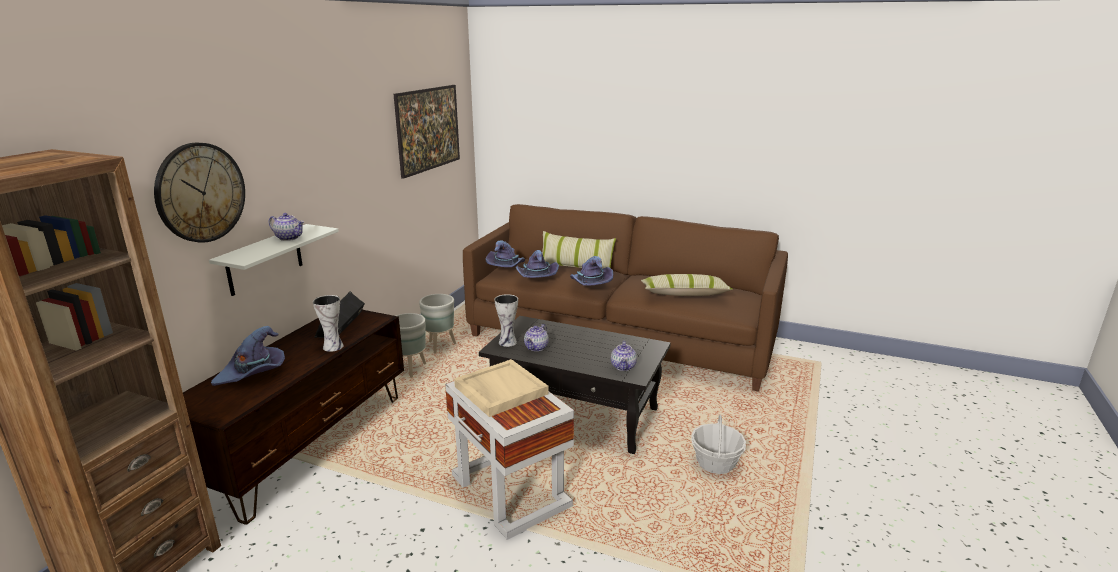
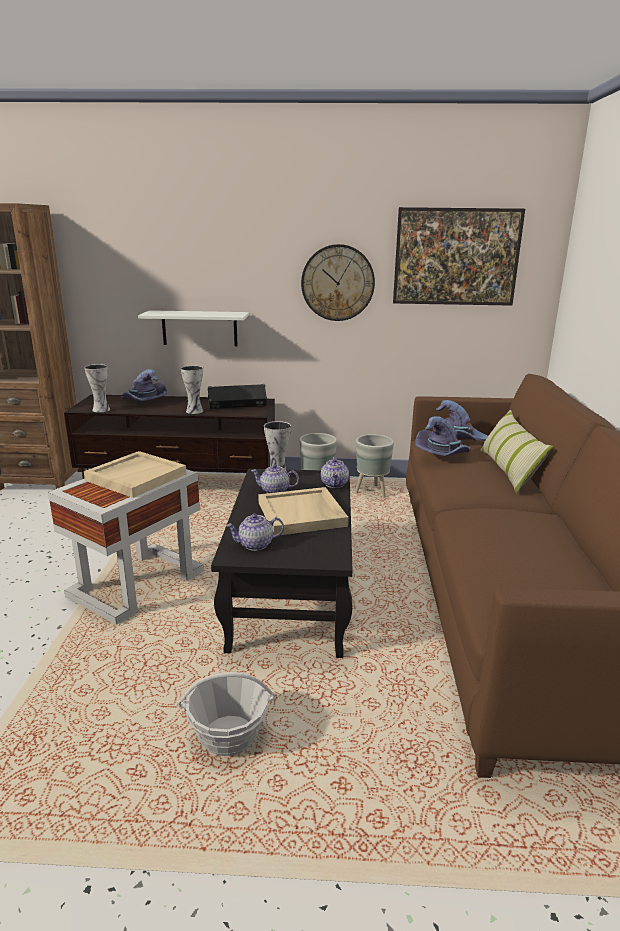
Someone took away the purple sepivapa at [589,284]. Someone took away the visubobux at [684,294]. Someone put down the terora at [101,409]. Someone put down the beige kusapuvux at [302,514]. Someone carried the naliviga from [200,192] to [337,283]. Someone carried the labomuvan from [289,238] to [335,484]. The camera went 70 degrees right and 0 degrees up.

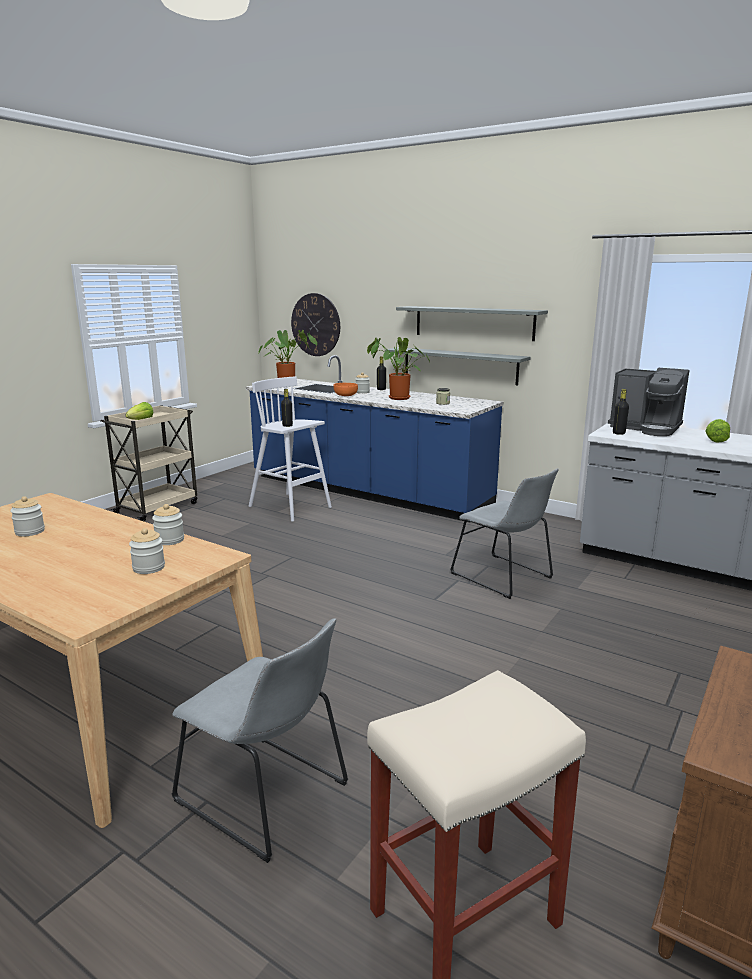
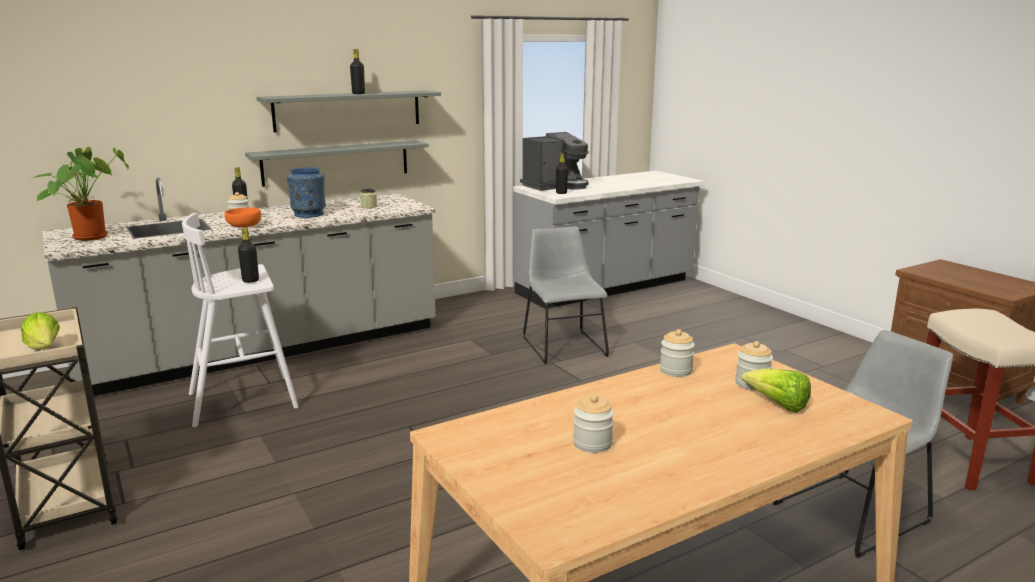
Someone took away the naliviga at [315,325]. Someone put down the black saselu at [358,93]. Someone carried the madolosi from [715,440] to [778,405]. Someone swapped the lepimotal at [396,398] for the blue terora at [308,214]. Someone repainted the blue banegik at [367,491], which became the grey banegik at [265,349]. Someone rotated the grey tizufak at [504,577] by 90 degrees counterclockwise. The camera went 65 degrees left and 0 degrees up.

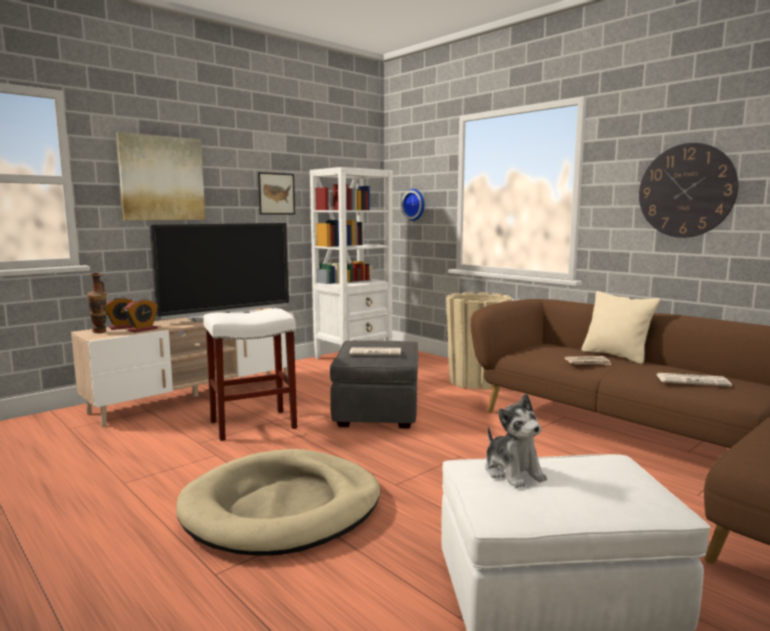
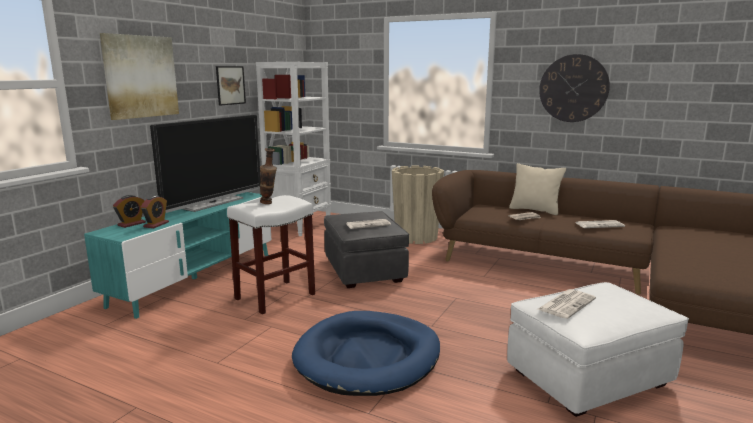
Someone took away the naliviga at [415,204]. Someone carried the terora from [100,333] to [269,203]. Someone swapped the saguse at [513,472] for the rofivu at [566,304]. Someone repainted the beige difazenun at [196,396], which became the turquoise difazenun at [195,278]. Someone repainted the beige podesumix at [282,507], which became the blue podesumix at [368,357]. The camera went 20 degrees left and 5 degrees up.

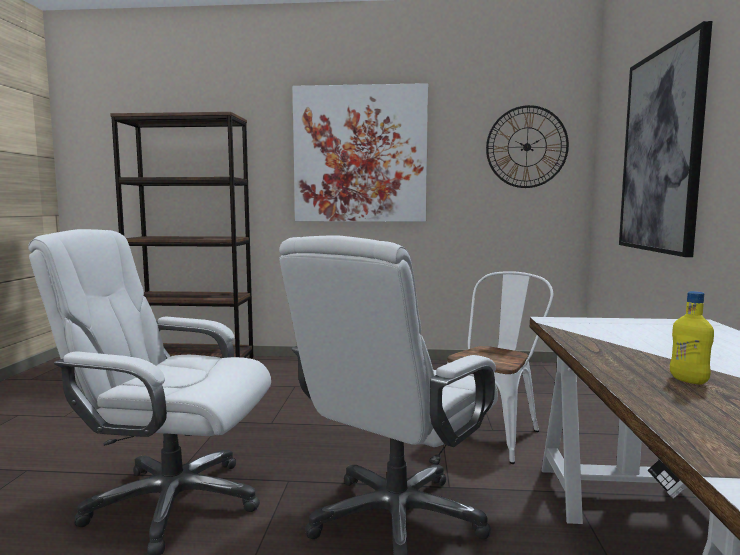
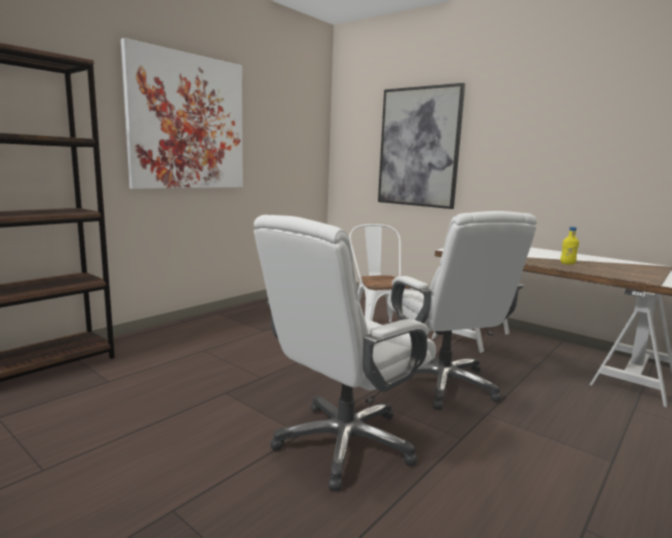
Someone took away the naliviga at [527,147]. The camera went 55 degrees left and 5 degrees up.

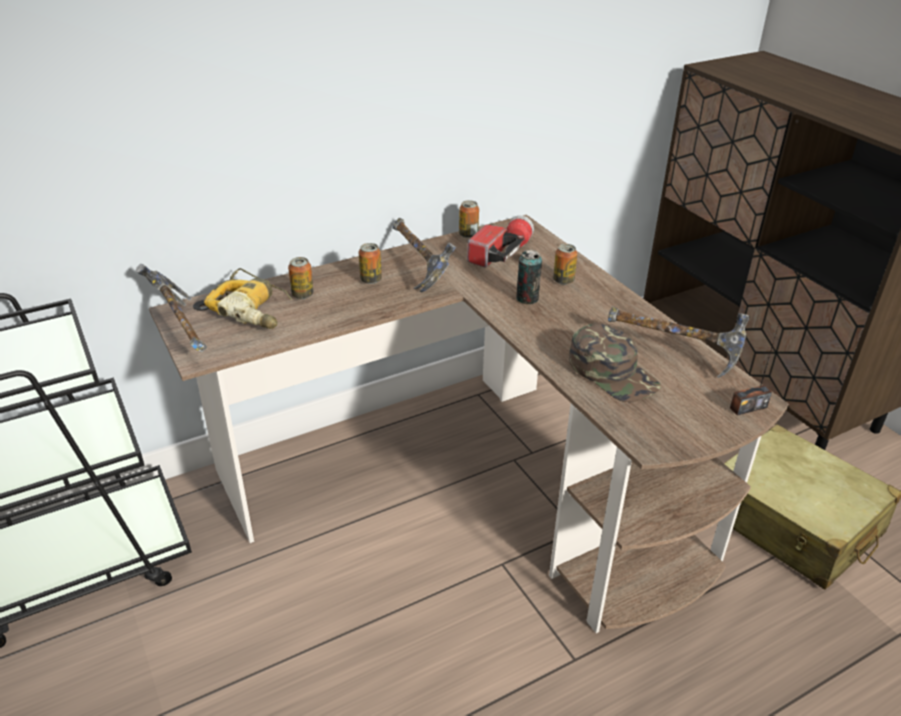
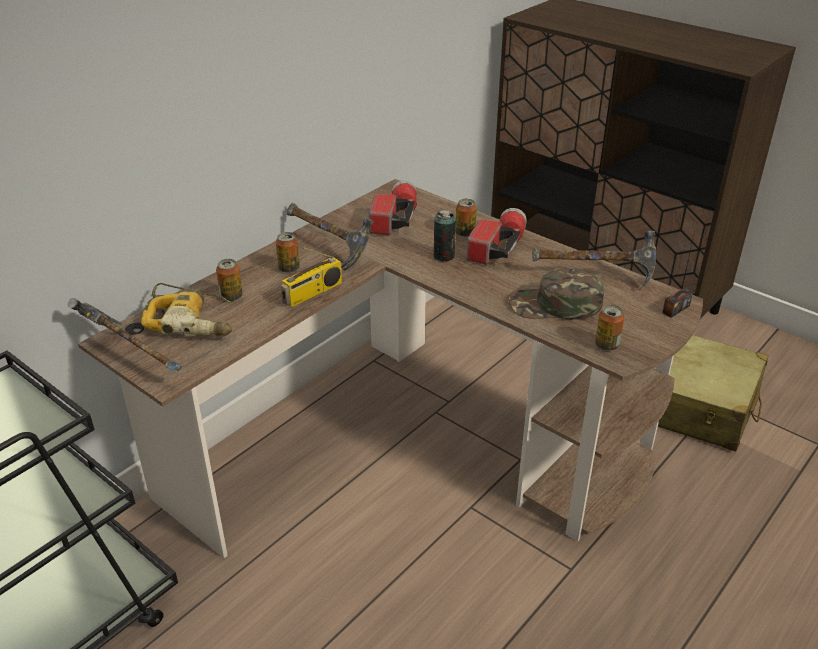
Someone put down the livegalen at [312,293]. Someone put down the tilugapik at [497,247]. Someone carried the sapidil from [468,235] to [606,345]. Someone rotated the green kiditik at [613,372] by 150 degrees clockwise. The camera went 20 degrees left and 0 degrees up.

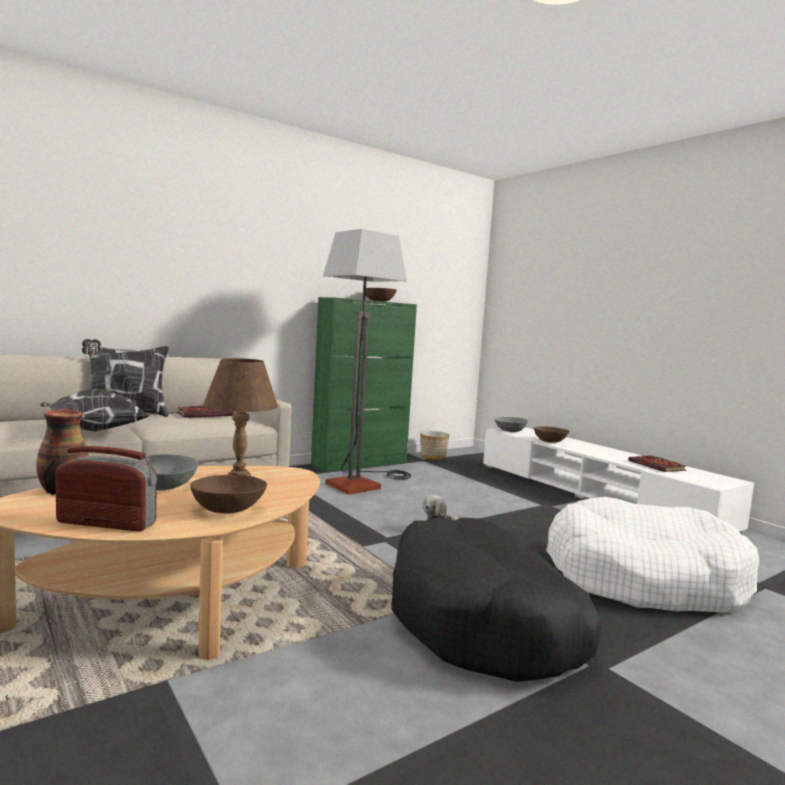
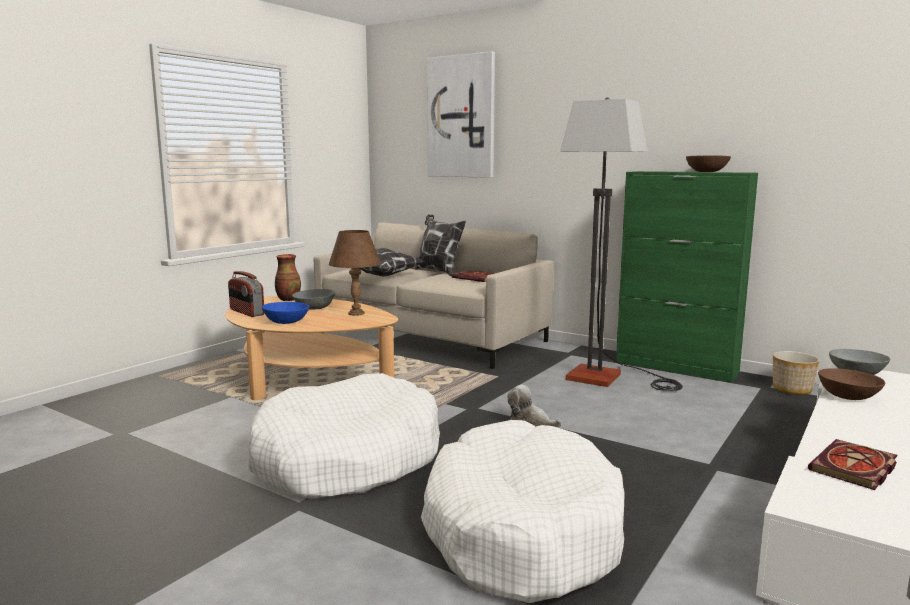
Someone put up the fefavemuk at [461,117]. Someone repainted the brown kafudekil at [229,509], which became the blue kafudekil at [286,322]. Someone repainted the black podesumix at [484,621], which became the white podesumix at [347,459]. Someone rotated the livegalen at [107,523] by 150 degrees clockwise. The camera went 70 degrees right and 5 degrees up.

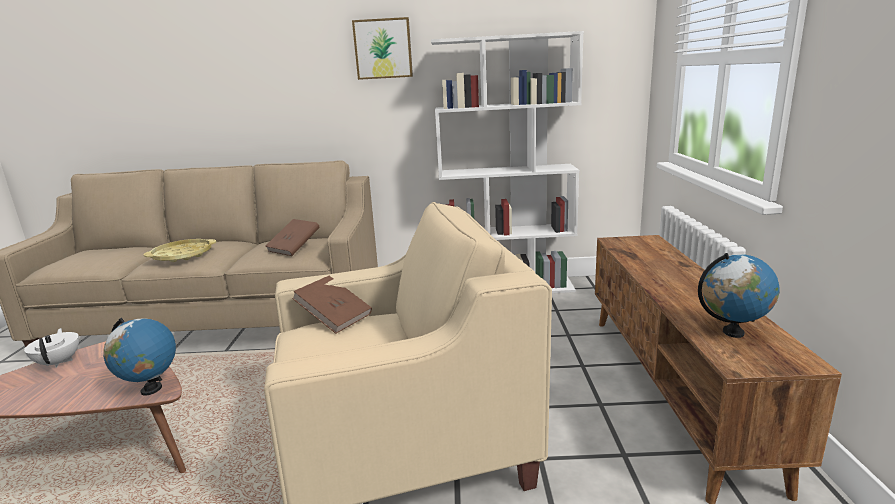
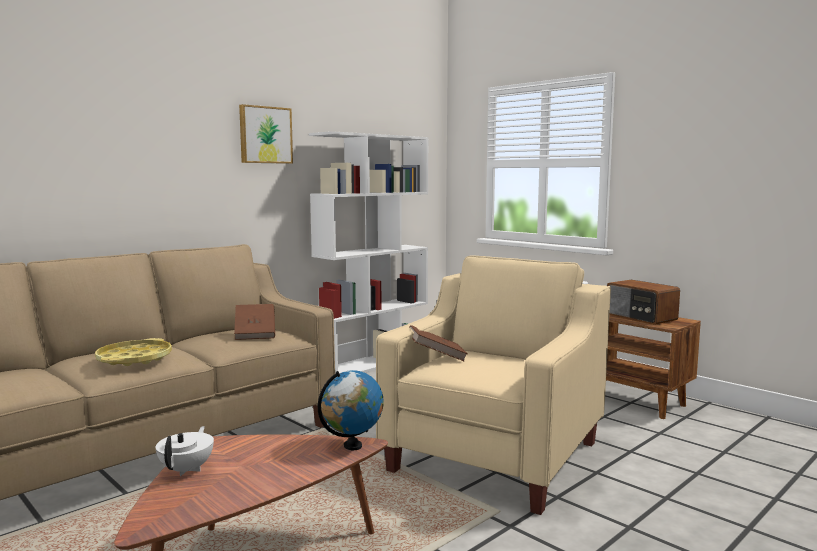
Someone swapped the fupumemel at [733,332] for the livegalen at [640,317]. Someone rotated the white labomuvan at [59,362] by 75 degrees clockwise. The camera went 45 degrees left and 10 degrees down.

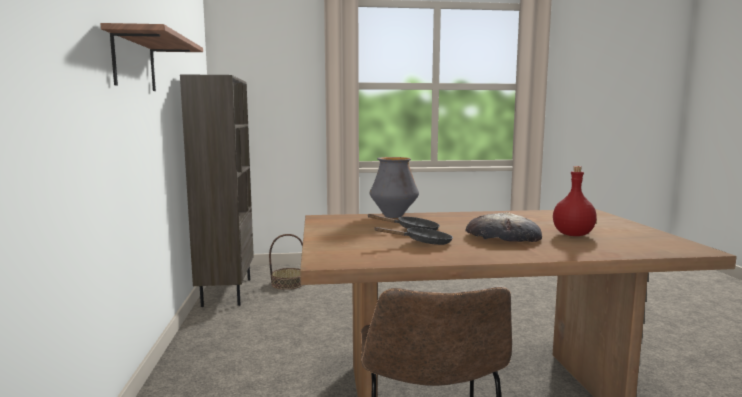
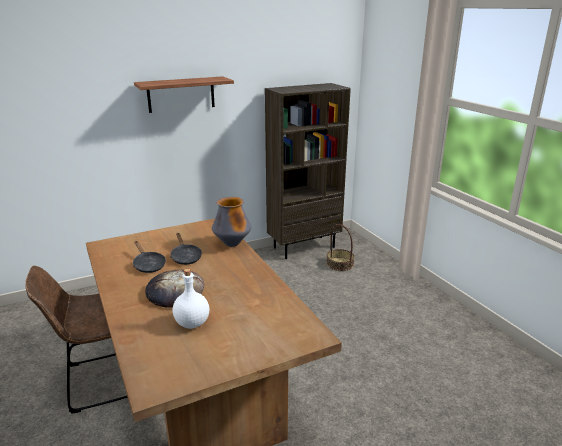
Someone repainted the red saselu at [572,235], which became the white saselu at [192,323]. The camera went 70 degrees right and 15 degrees up.

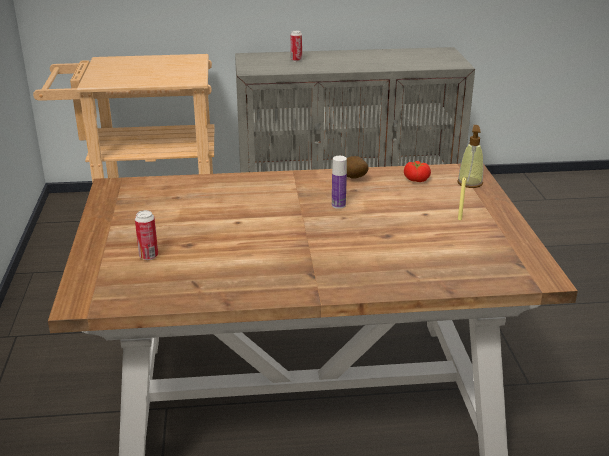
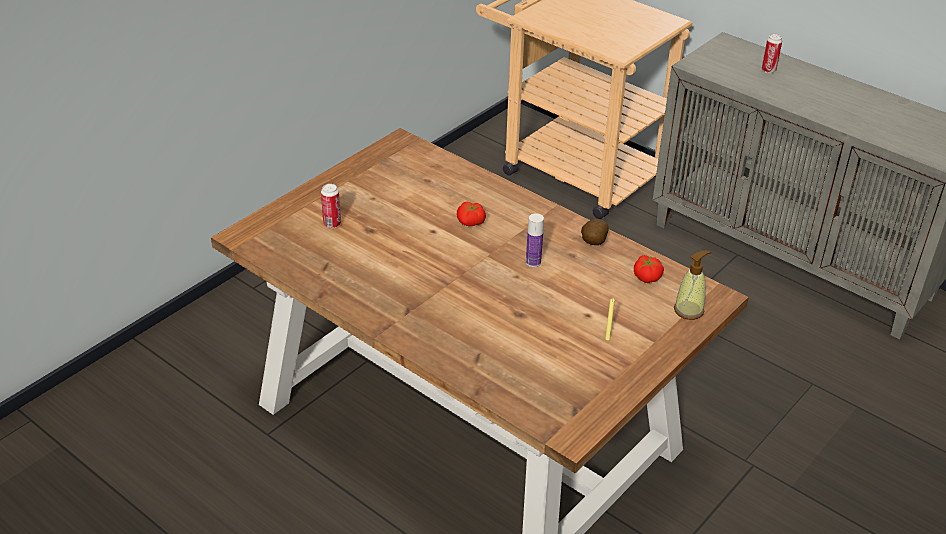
Someone put down the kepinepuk at [470,222]. The camera went 45 degrees right and 10 degrees up.

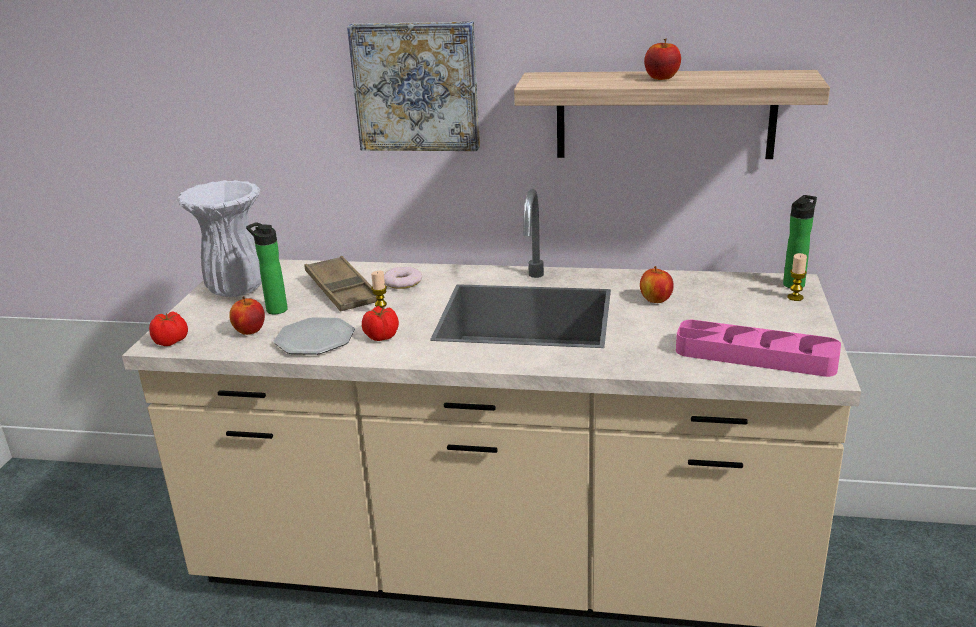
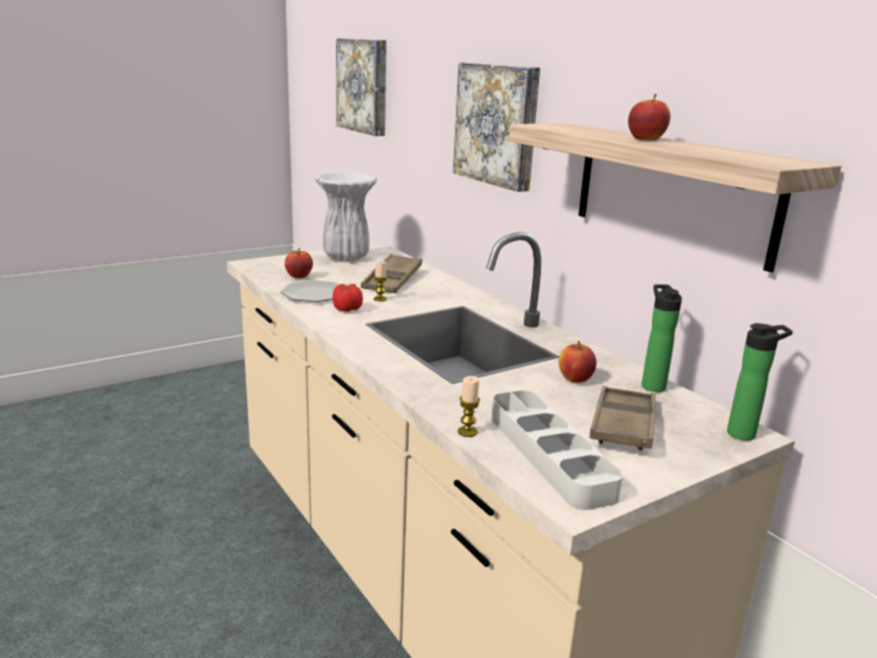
Someone took away the kepinepuk at [171,341]. Someone took away the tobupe at [402,282]. Someone put up the fefavemuk at [364,86]. Someone put down the brown kusapuvux at [623,425]. Someone carried the saselu from [274,309] to [652,385]. Someone carried the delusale from [795,297] to [467,432]. Someone repainted the pink kusapuvux at [755,356], which became the grey kusapuvux at [549,454]. The camera went 45 degrees right and 5 degrees down.

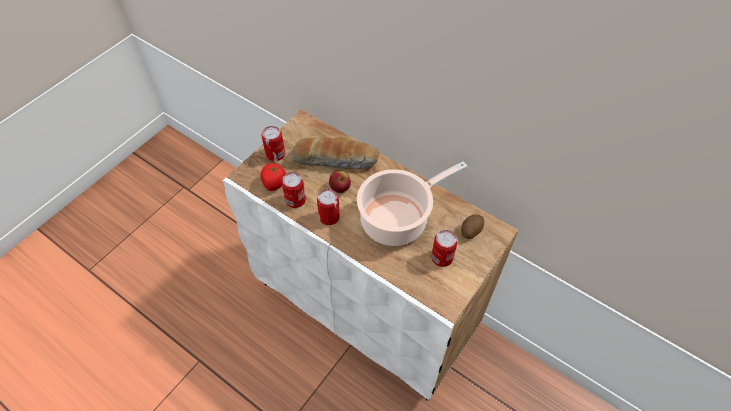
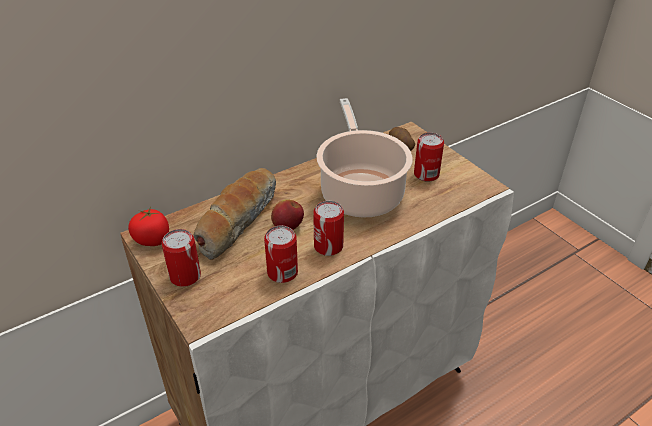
Someone carried the kepinepuk from [274,183] to [153,240]. The camera went 70 degrees left and 15 degrees down.

